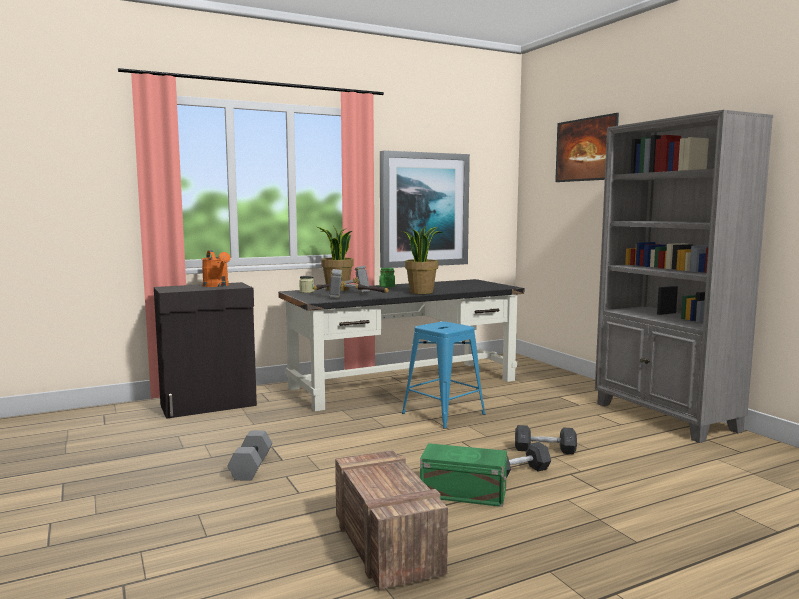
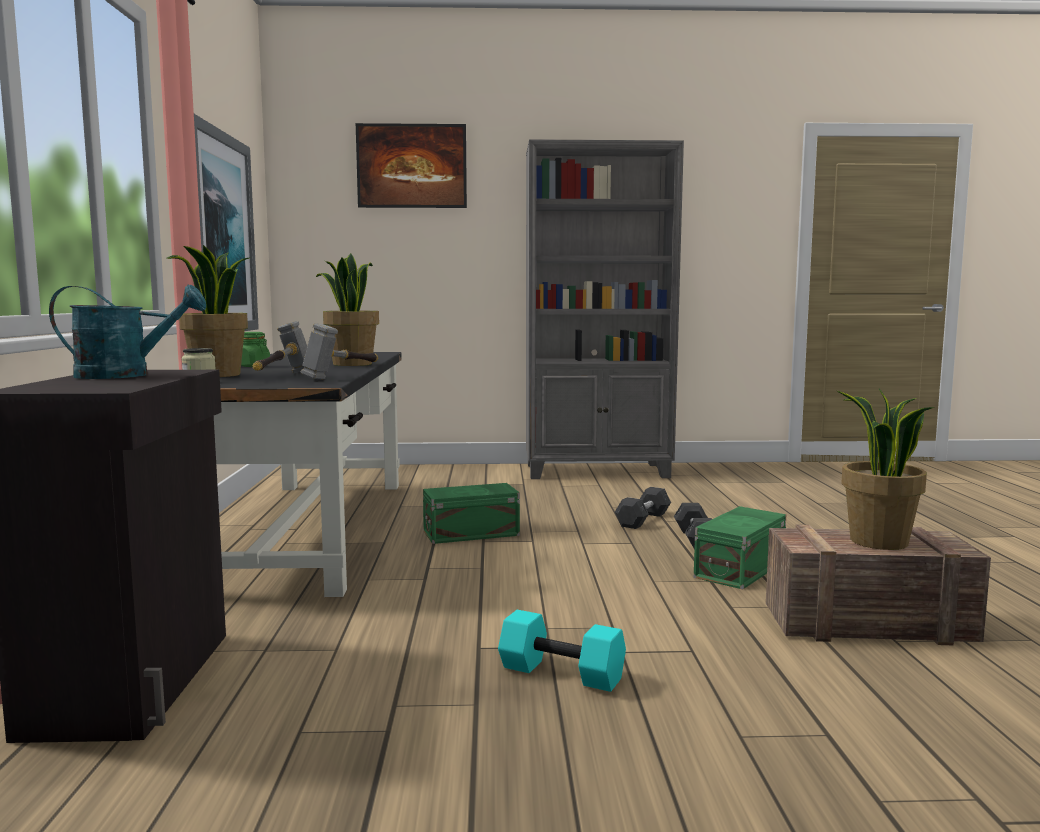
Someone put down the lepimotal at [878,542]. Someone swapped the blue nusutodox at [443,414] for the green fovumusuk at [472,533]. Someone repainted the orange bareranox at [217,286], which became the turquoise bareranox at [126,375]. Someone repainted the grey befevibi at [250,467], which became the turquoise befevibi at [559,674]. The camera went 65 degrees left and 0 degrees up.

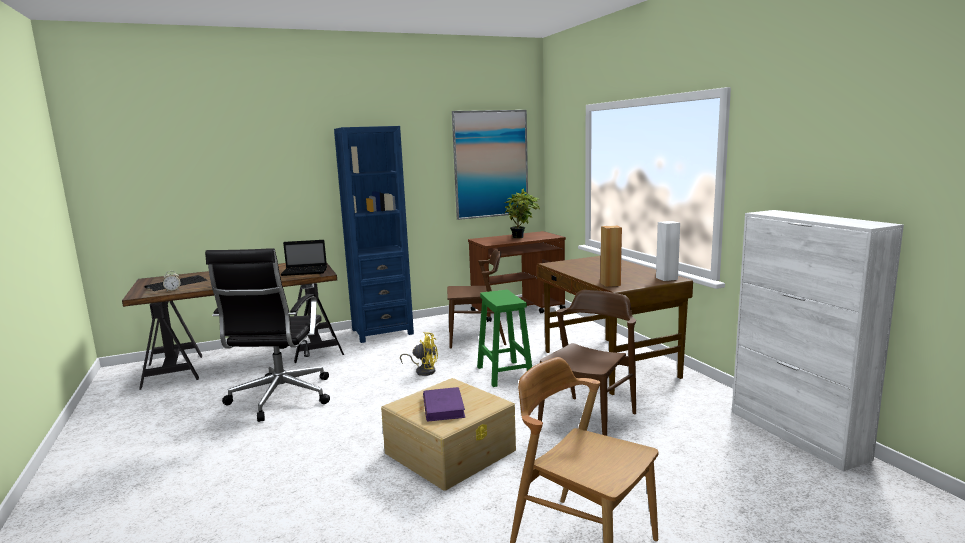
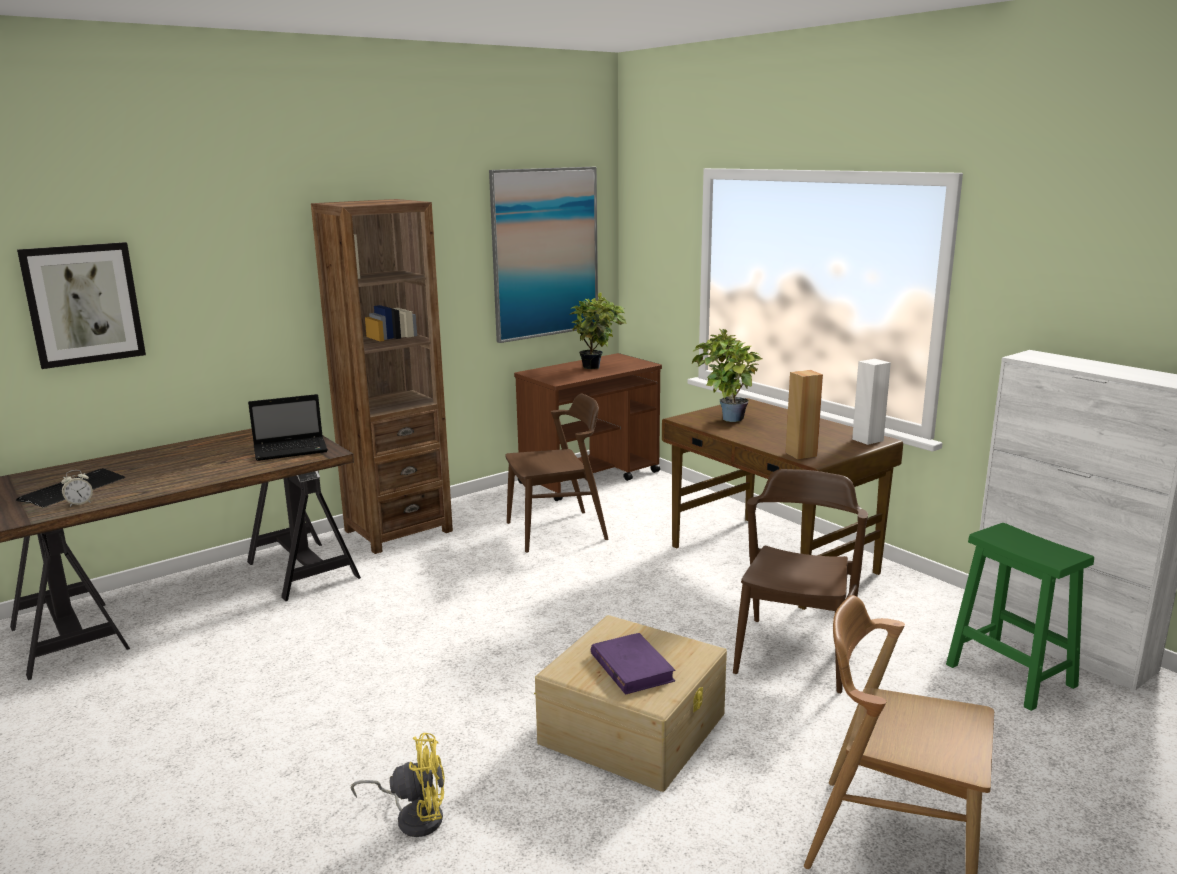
Someone took away the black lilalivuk at [280,398]. Someone put up the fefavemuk at [83,304]. Someone put down the lepimotal at [726,419]. Someone carried the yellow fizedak from [423,370] to [414,817]. Someone carried the green nusutodox from [504,373] to [1008,674]. Someone repainted the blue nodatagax at [382,332], which became the brown nodatagax at [398,531]. The camera went 15 degrees left and 5 degrees up.

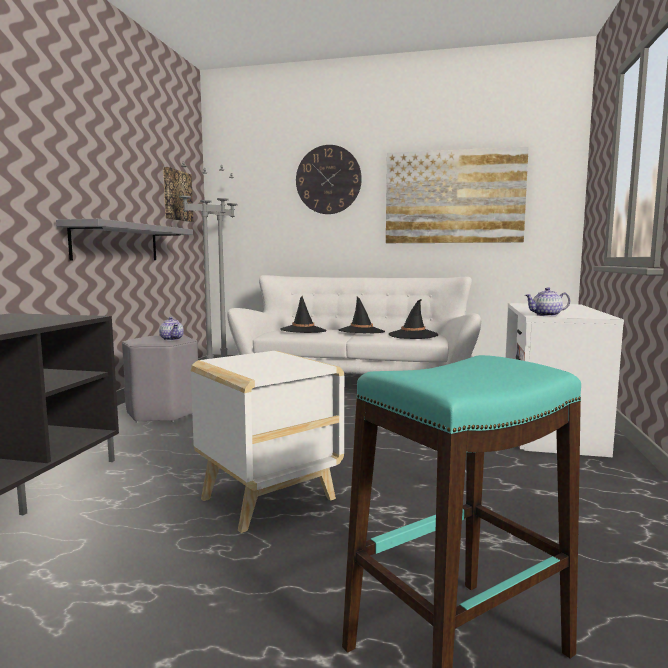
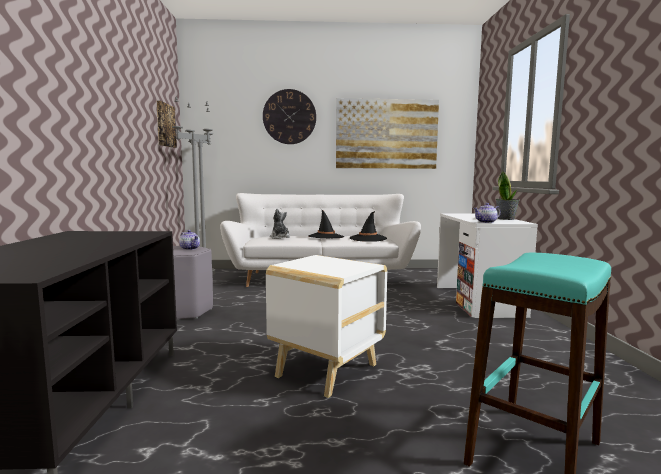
Someone took away the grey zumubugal at [116,242]. Someone put down the lepimotal at [506,219]. Someone swapped the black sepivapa at [303,330] for the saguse at [280,237]. The camera went 15 degrees left and 0 degrees up.

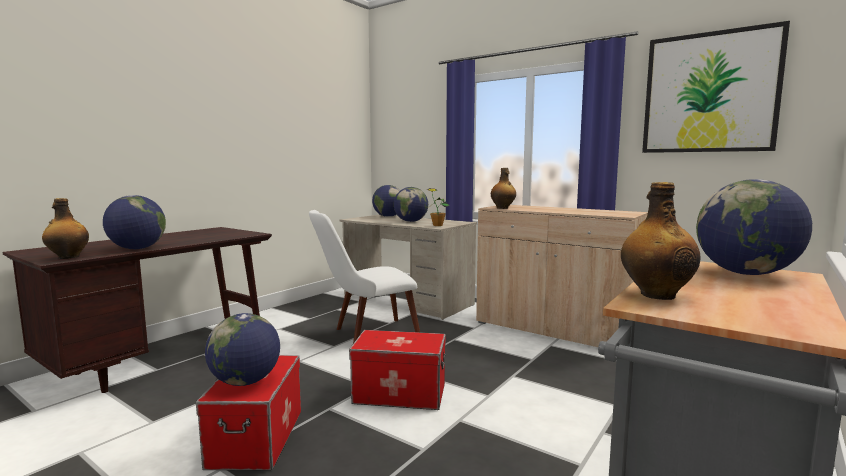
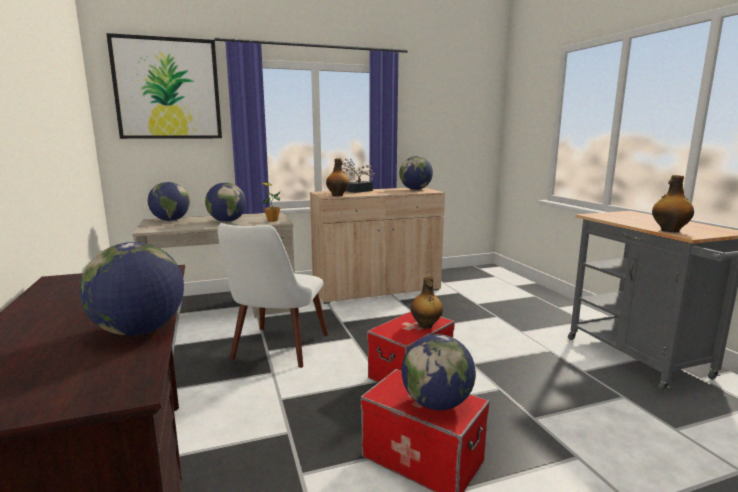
Someone put down the lepimotal at [356,191]. Someone carried the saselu from [68,257] to [425,325]. Someone carried the fefavemuk from [710,93] to [168,89]. Someone carried the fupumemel from [746,273] to [415,189]. The camera went 55 degrees left and 5 degrees up.

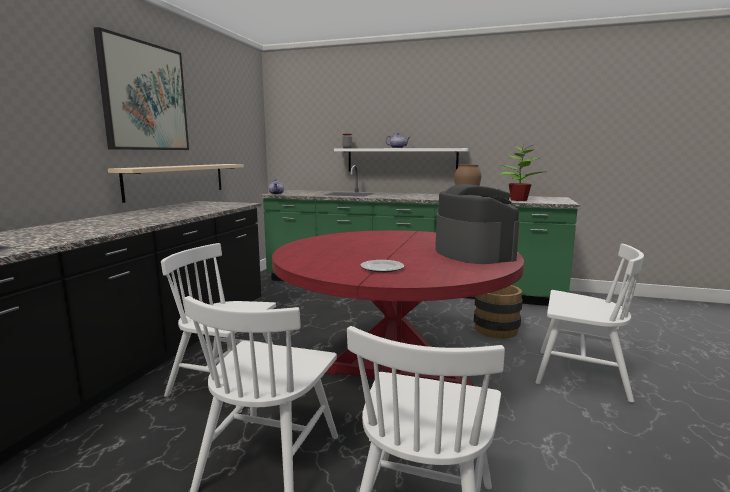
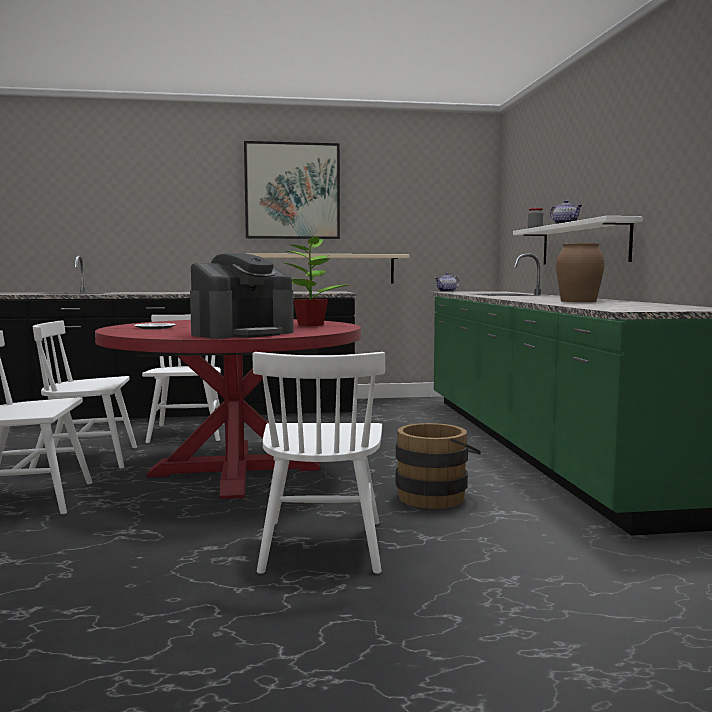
Someone carried the lepimotal from [518,200] to [310,325]. The camera went 65 degrees right and 5 degrees down.

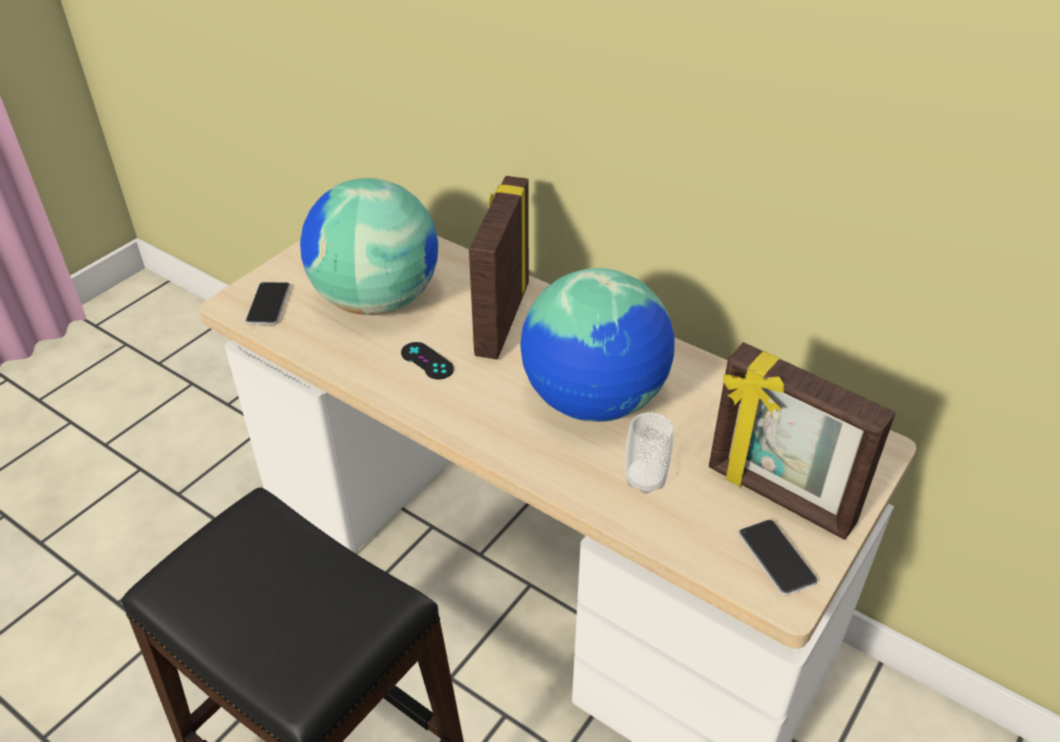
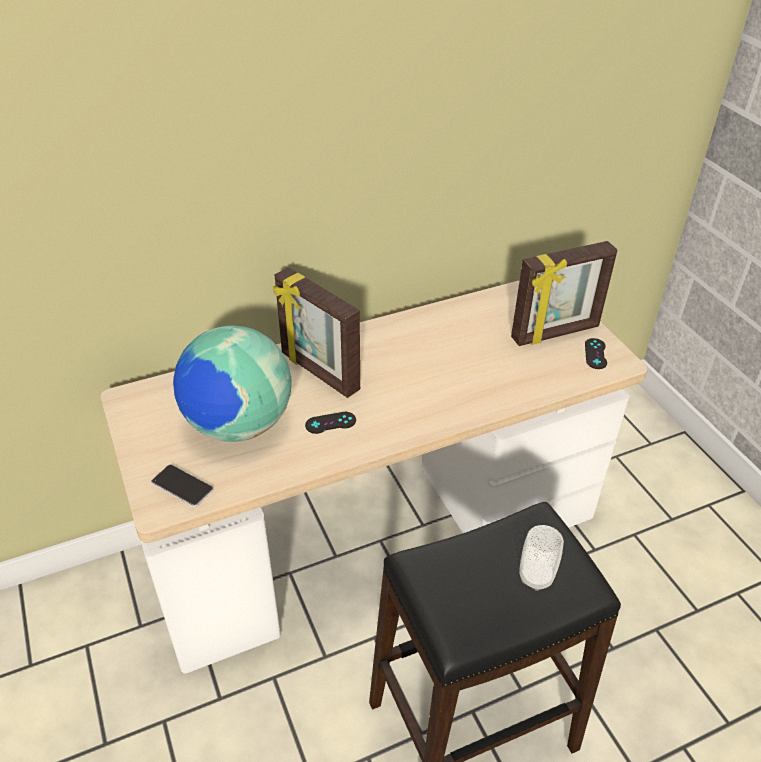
Someone took away the fupumemel at [594,401]. Someone carried the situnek from [645,479] to [536,577]. Someone swapped the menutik at [776,558] for the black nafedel at [595,354]. The camera went 60 degrees left and 0 degrees up.

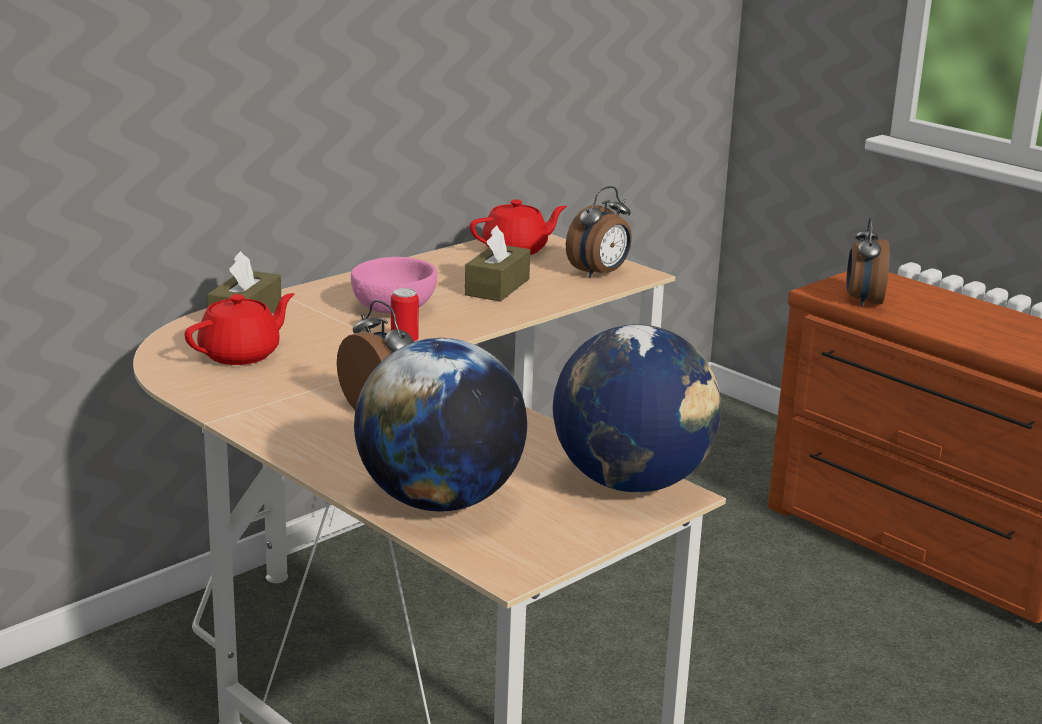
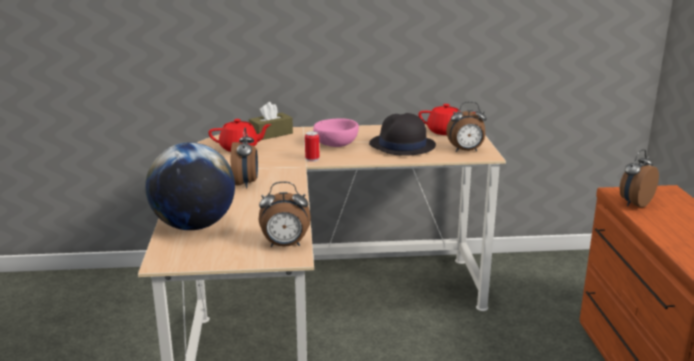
Someone swapped the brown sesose at [497,287] for the black sepivapa at [402,146]. Someone swapped the fupumemel at [632,483] for the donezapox at [285,245]. The camera went 40 degrees right and 0 degrees up.

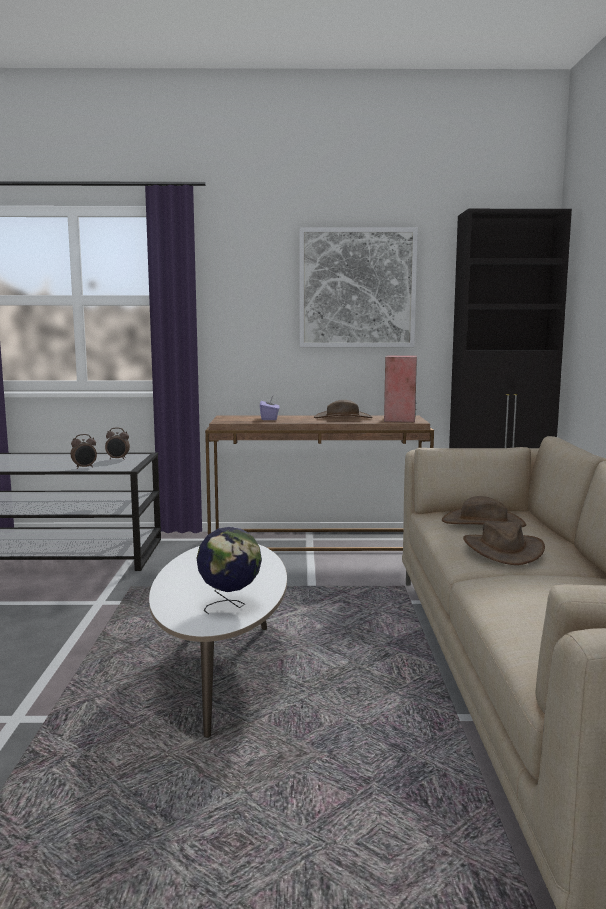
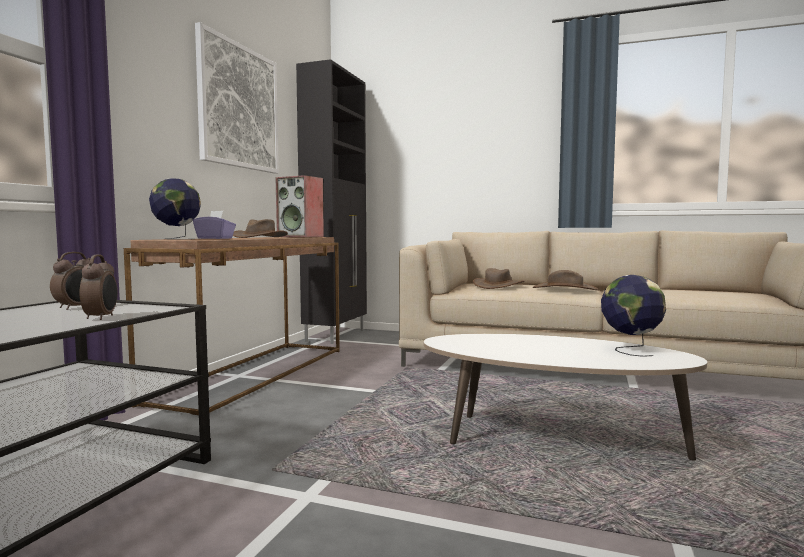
Someone put down the fupumemel at [176,239]. The camera went 70 degrees left and 5 degrees down.

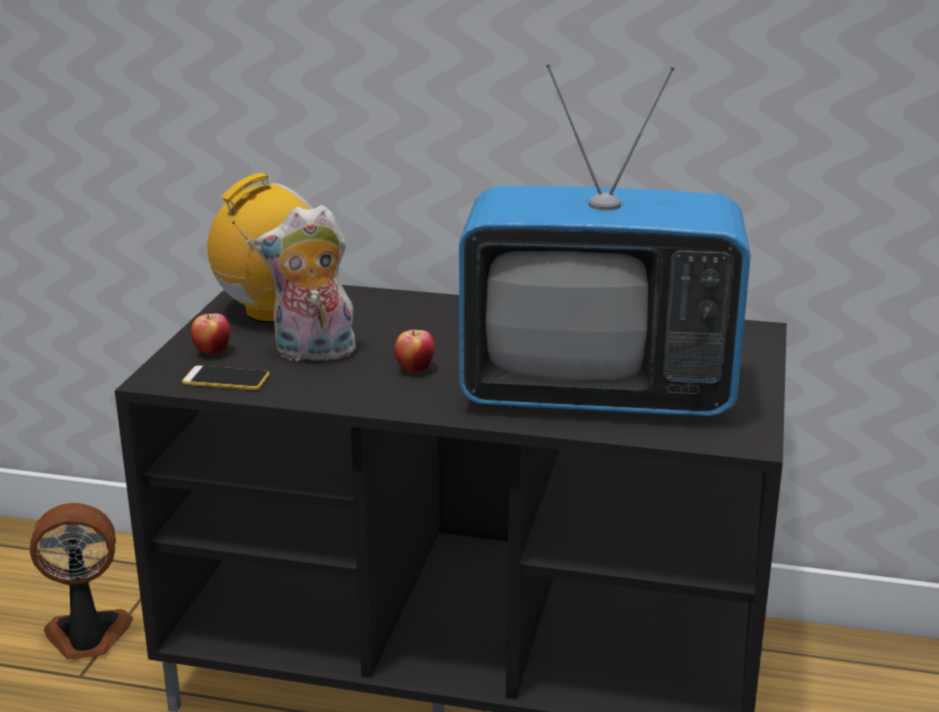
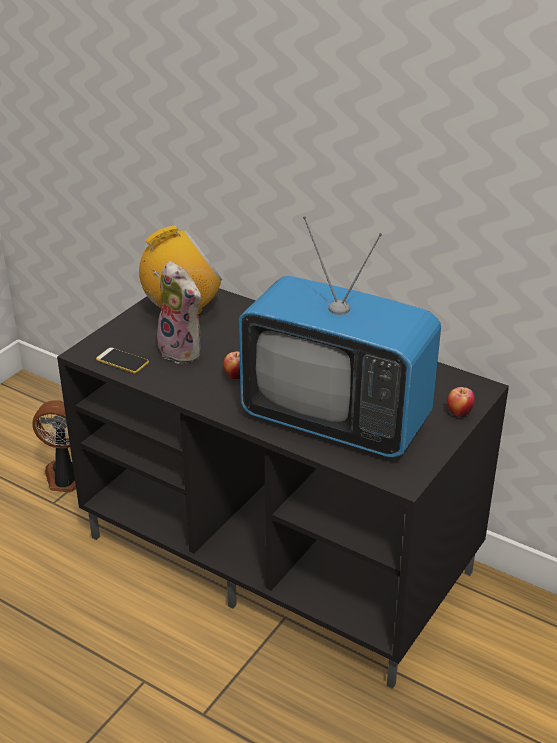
Someone carried the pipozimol from [212,352] to [459,413]. Someone rotated the saguse at [313,354] by 150 degrees counterclockwise. The camera went 20 degrees right and 10 degrees up.

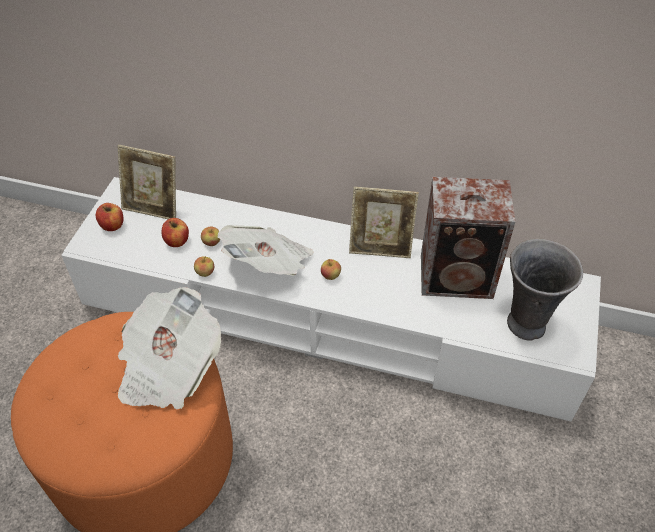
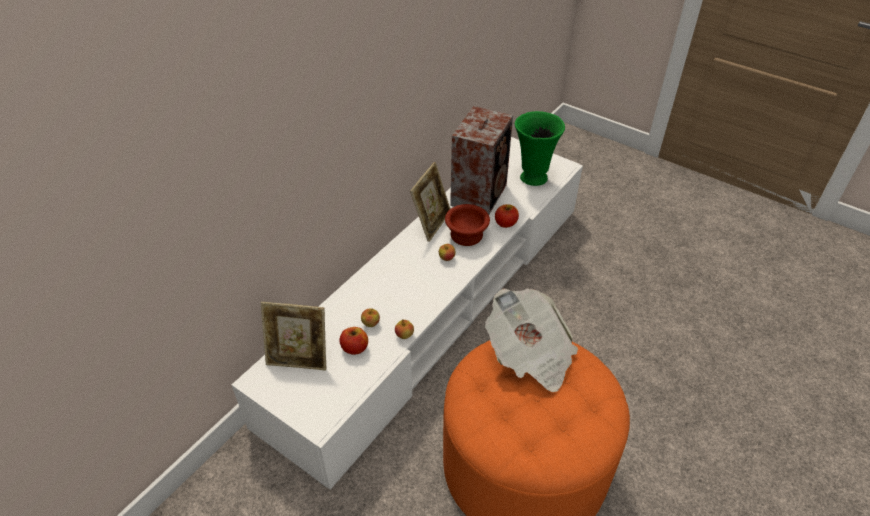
Someone took away the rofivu at [269,264]. Someone put down the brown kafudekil at [465,234]. Someone carried the pipozimol from [112,225] to [505,223]. Someone repainted the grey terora at [525,323], which became the green terora at [532,178]. Someone rotated the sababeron at [153,207] by 60 degrees clockwise. The camera went 70 degrees left and 5 degrees down.

